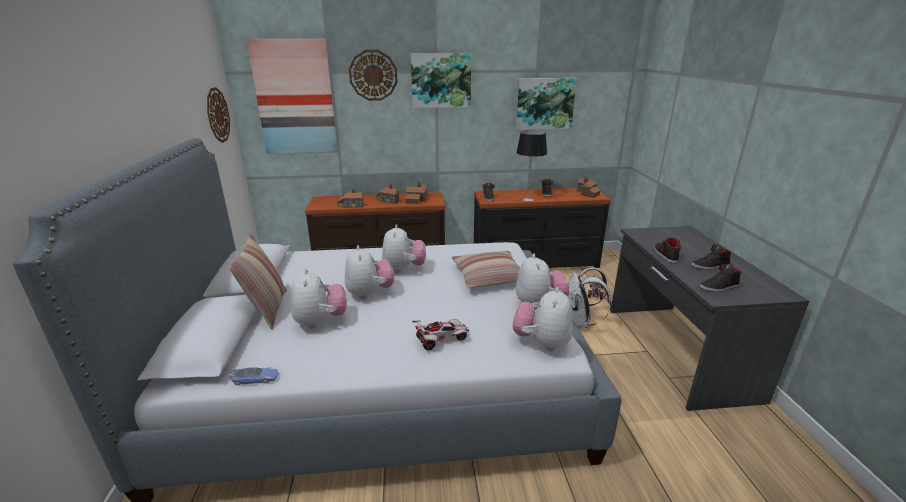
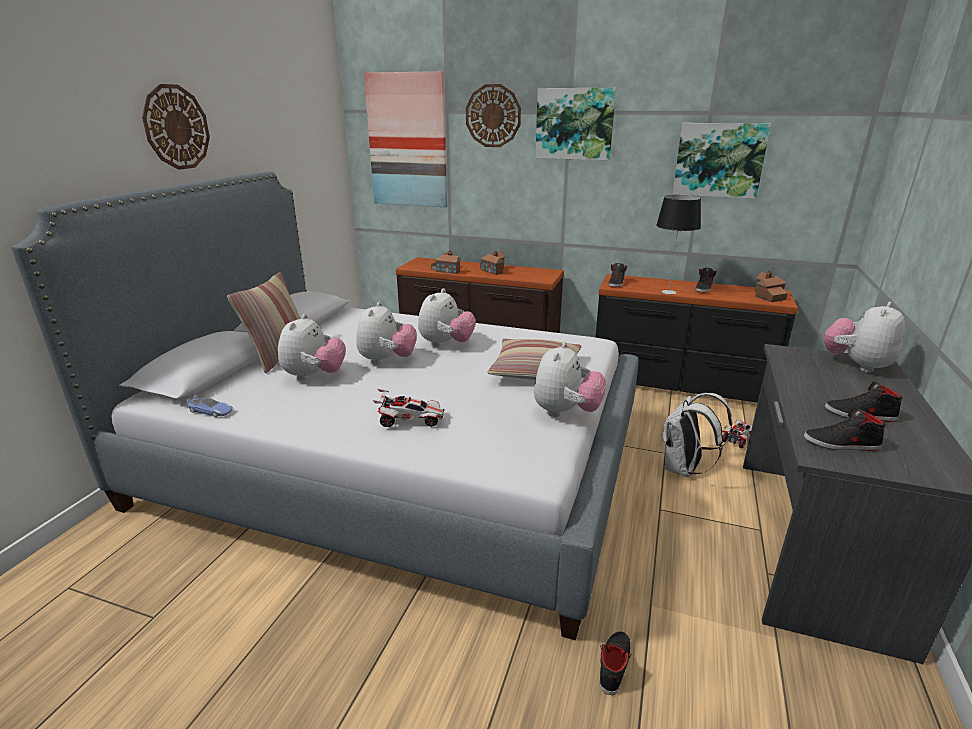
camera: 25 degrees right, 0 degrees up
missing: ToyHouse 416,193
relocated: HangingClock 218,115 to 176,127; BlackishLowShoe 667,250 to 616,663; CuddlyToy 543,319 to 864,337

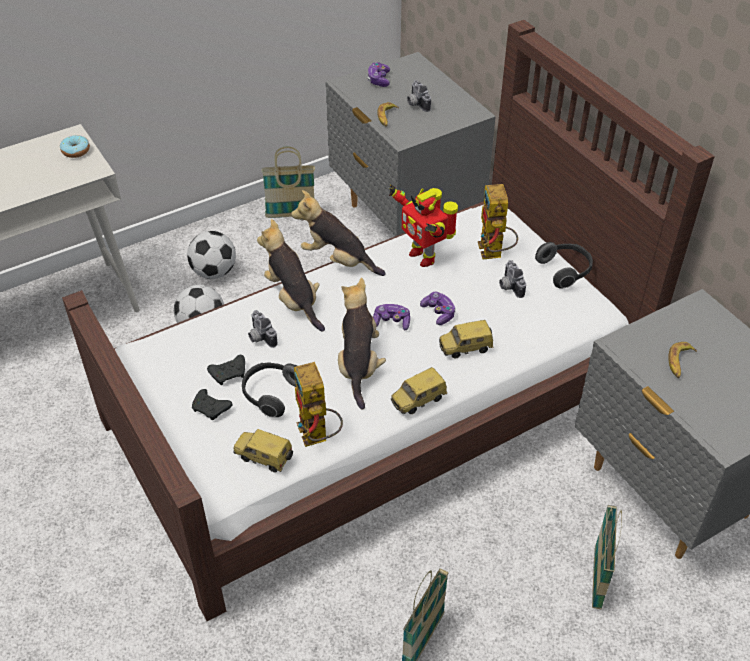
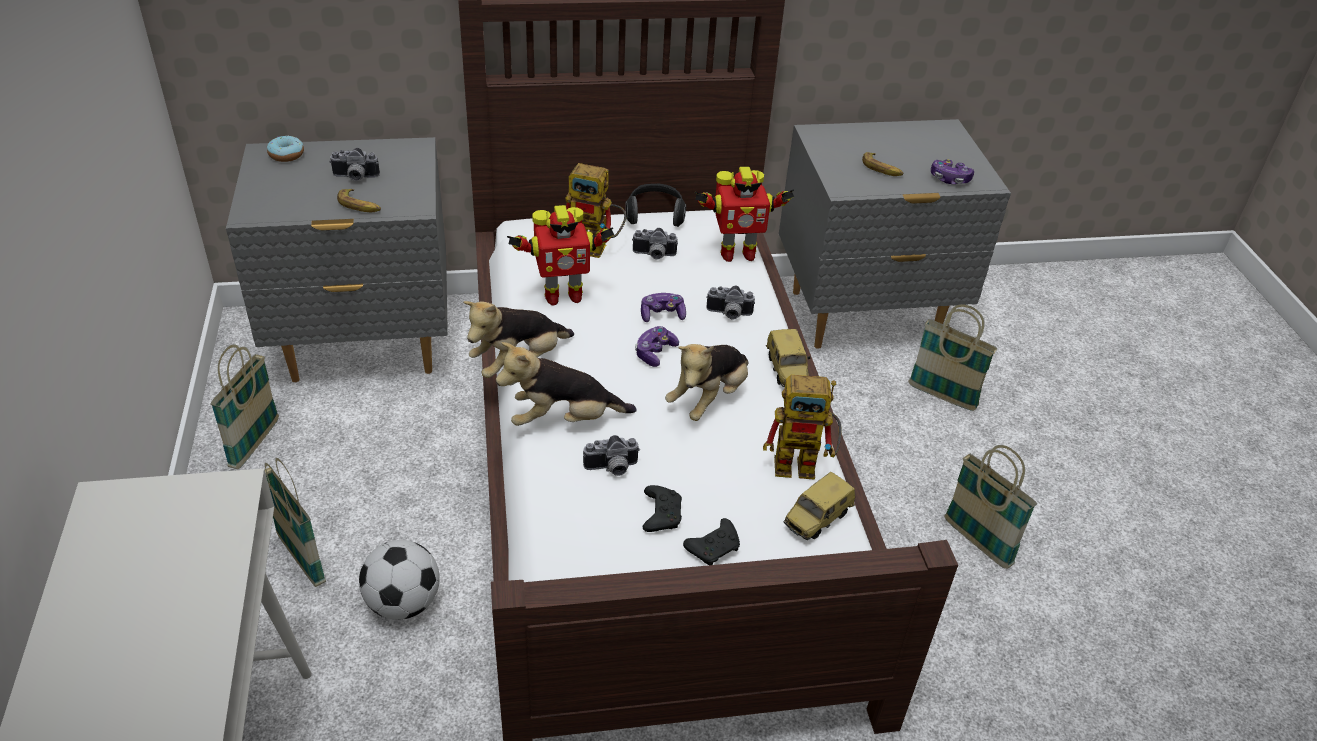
camera: 70 degrees left, 5 degrees down
missing: PairOfHeadphones 269,389
appeared: RobotFigure 744,214
relocated: RingDoughnut 75,146 to 285,148; Joypad 379,74 to 952,171
exchanged: BallForFootball 211,255 to HouseholdBasket 295,522; ToyCar 466,339 to StillCamera 730,302
spun: CuddlyToy 362,344 = 706,382 75 degrees counterclockwise

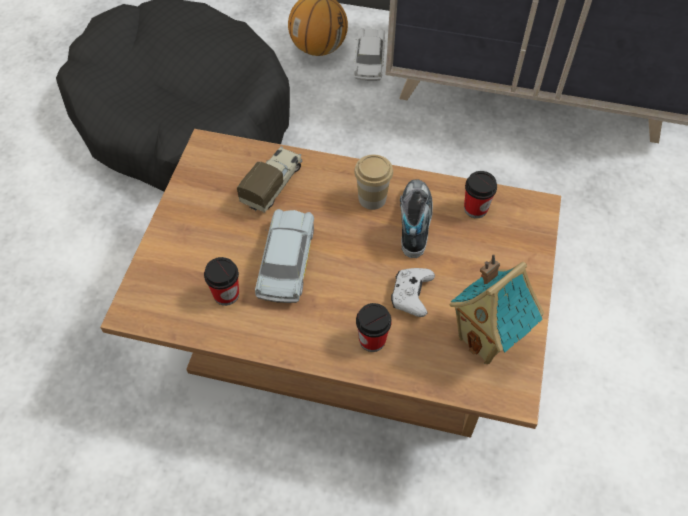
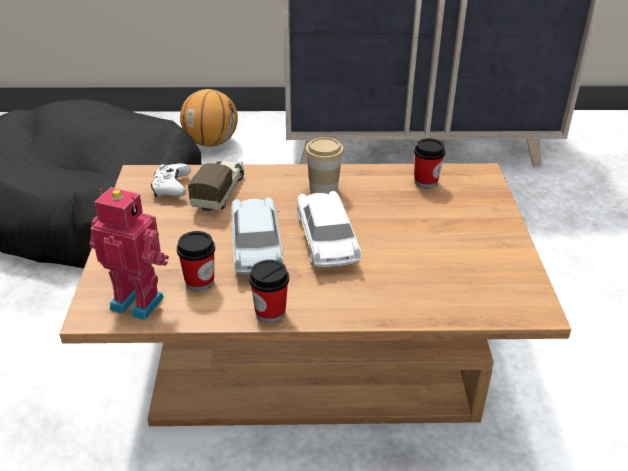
camera: 15 degrees left, 20 degrees down
missing: LowShoe 416,218; ToyHouse 496,309
appeared: RobotFigure 129,253
relocated: WhiteColouredJoypad 413,292 to 171,180; SmallCup 374,327 to 269,291; WhiteColouredToyCar 369,54 to 329,229

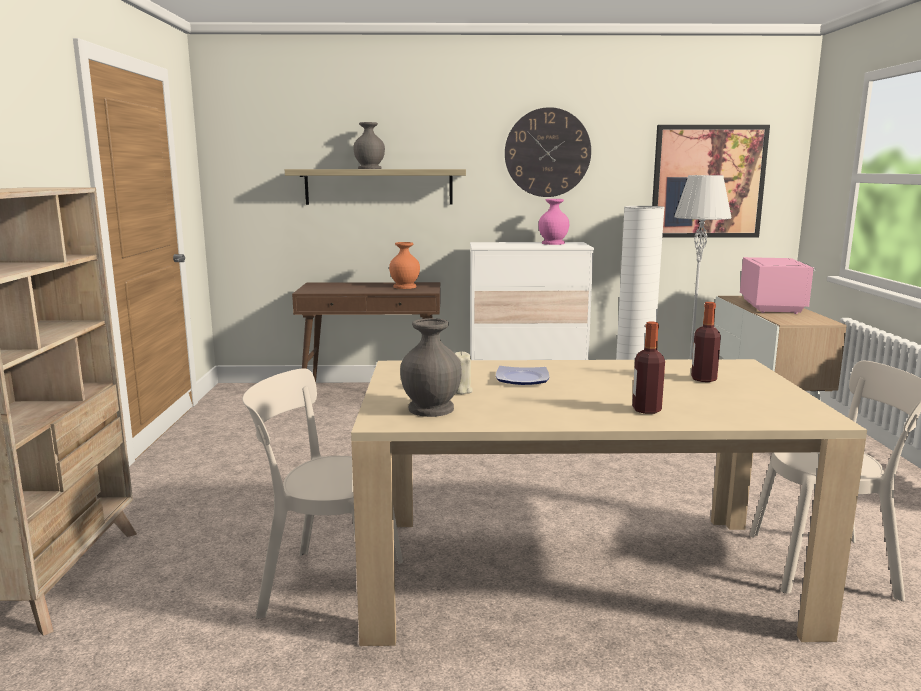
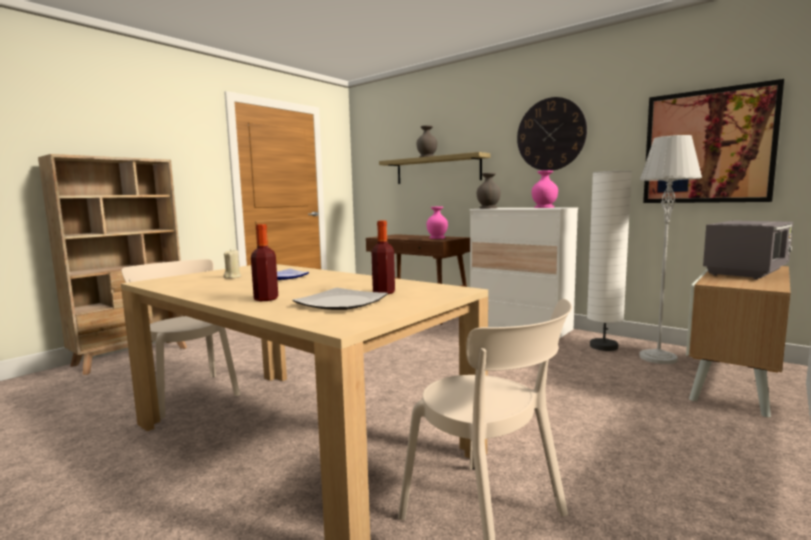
camera: 40 degrees right, 5 degrees down
appeared: Plate 340,299
relocated: GrayDecorativeVase 431,367 to 489,191
colour: OrangeyDecorativeVase 404,265 to PinkDecorativeVase 437,223; PinkKitchenMicrowave 777,285 to GrayKitchenMicrowave 748,250

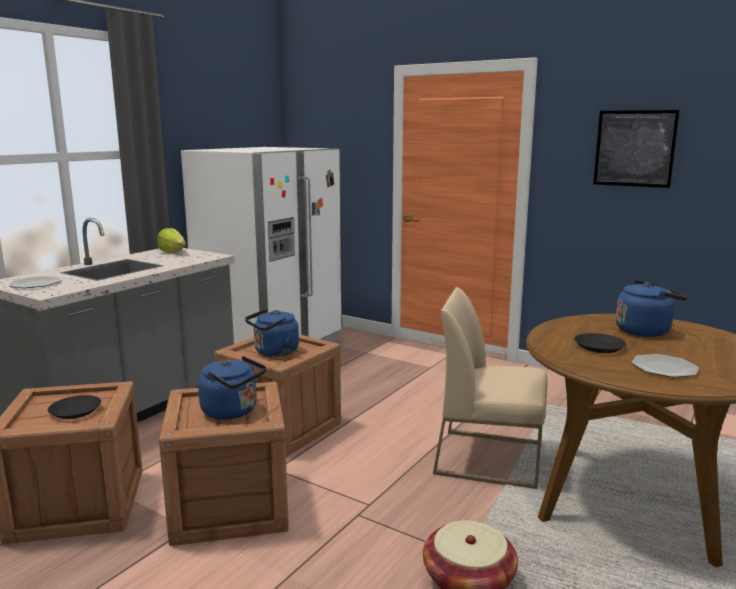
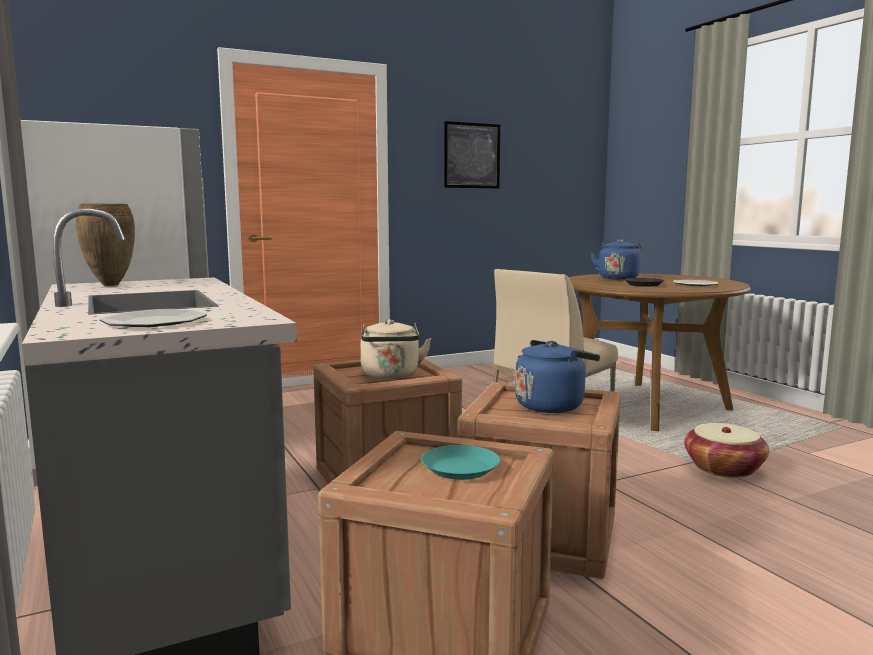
camera: 60 degrees left, 5 degrees down
exchanged: HeadOfLettuce 171,240 to BrownDecorativeVase 105,245
colour: BluishTeaKettle 272,333 to BeigeColouredTeaKettle 396,349; BlackishPlate 74,407 to BlueGreenPlate 460,462

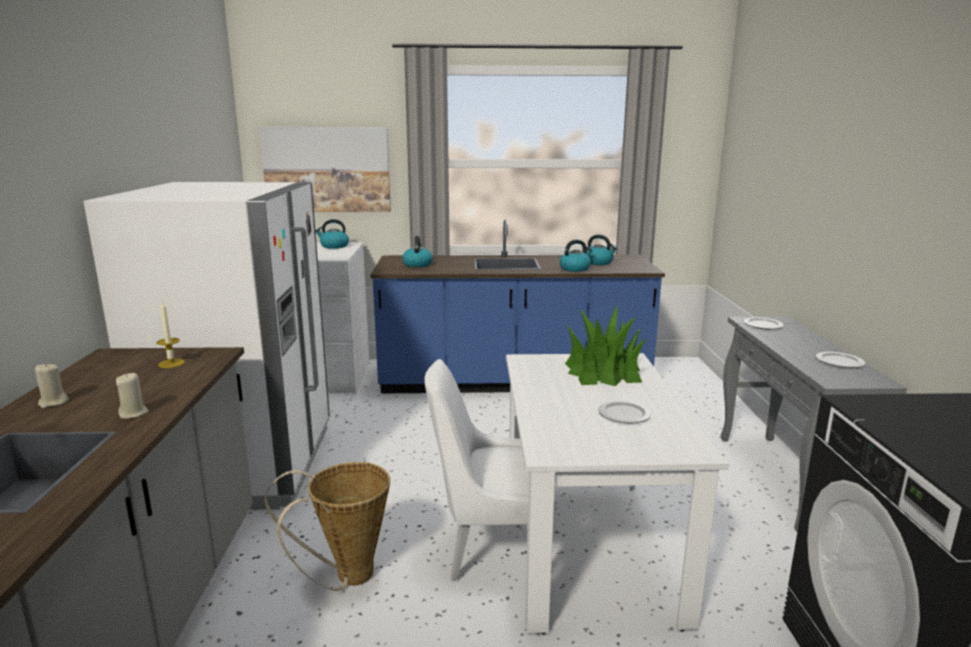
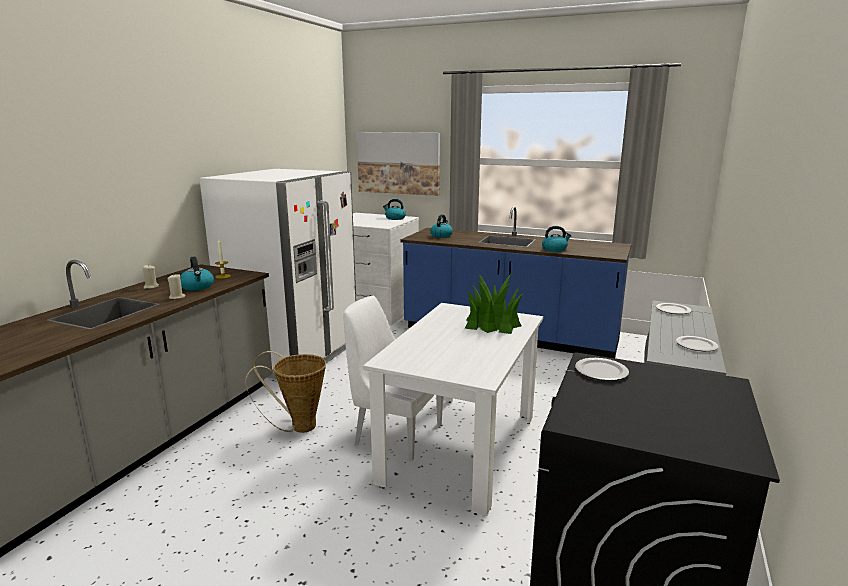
camera: 25 degrees right, 0 degrees up
relocated: TeaKettle 602,250 to 197,274; Plate 624,411 to 602,369

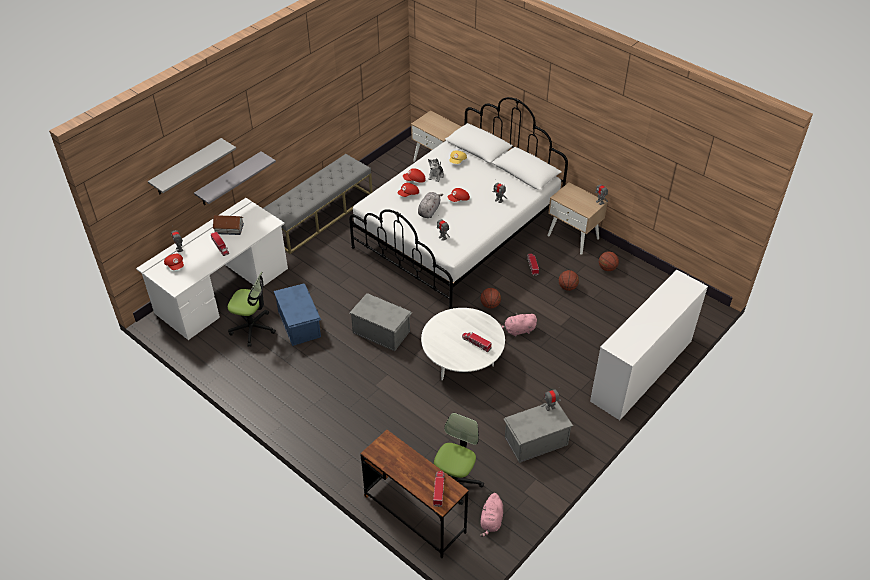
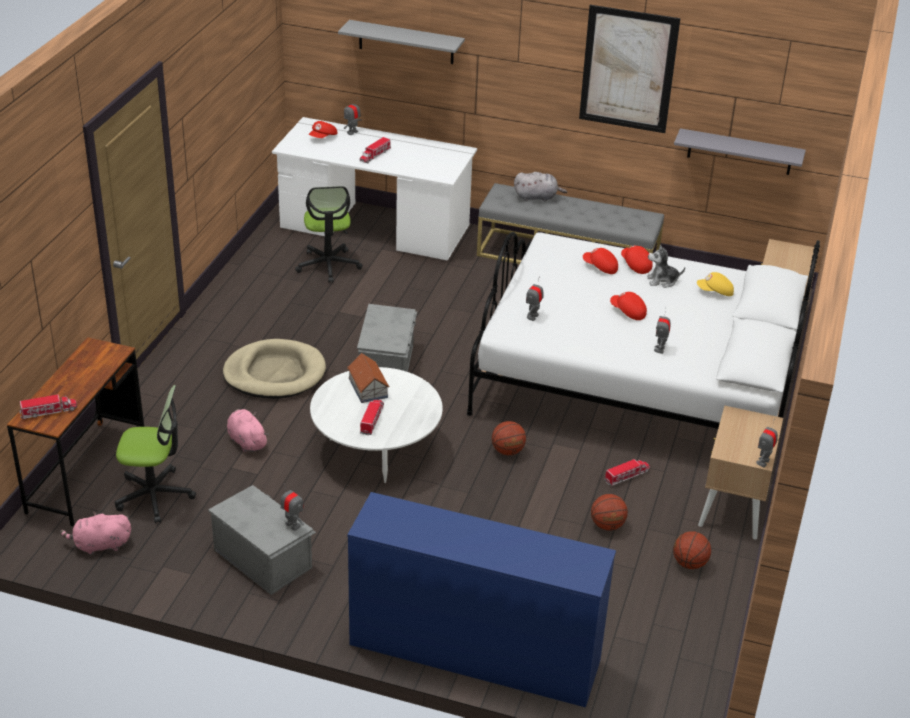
camera: 65 degrees right, 10 degrees down
missing: BluishStorageContainer 297,315
appeared: BeigeColouredDogBed 274,369; WallArt 629,69
relocated: PinkCuddlyToy 518,325 to 248,430; ToyHouse 228,225 to 368,378; GrayCuddlyToy 430,205 to 540,187; GrayBracketShelf 235,178 to 740,151
colour: WhiteColouredDrawerChest 649,345 to BluishDrawerChest 481,599

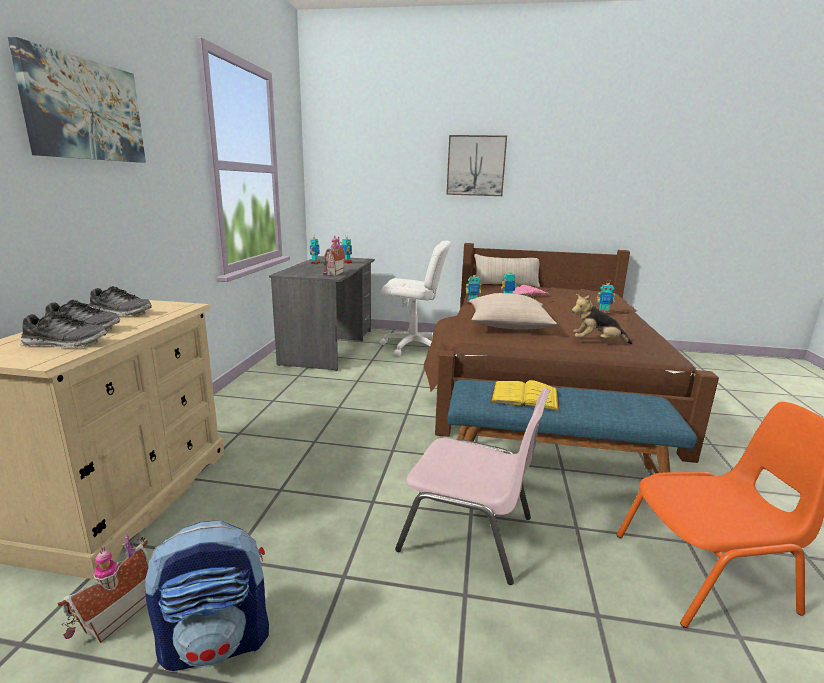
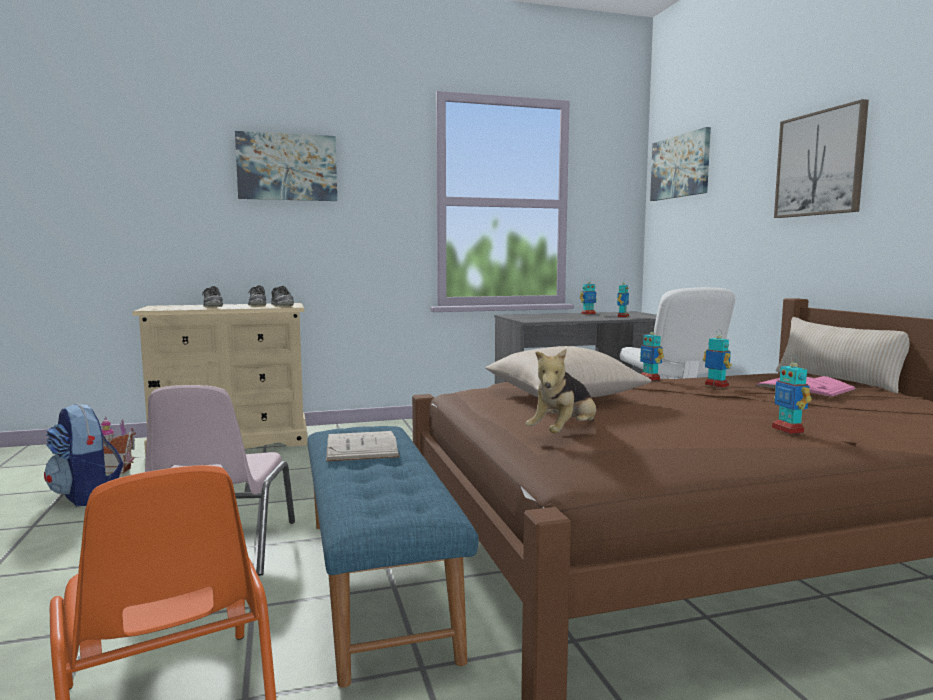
camera: 65 degrees right, 10 degrees down
missing: ToyHouse 335,256
appeared: WallArt 680,164
relocated: LowShoe 64,329 to 282,296
colour: YellowColouredVolume 524,395 to WhiteColouredVolume 363,446
spun: CuddlyToy 602,319 = 561,391 120 degrees counterclockwise

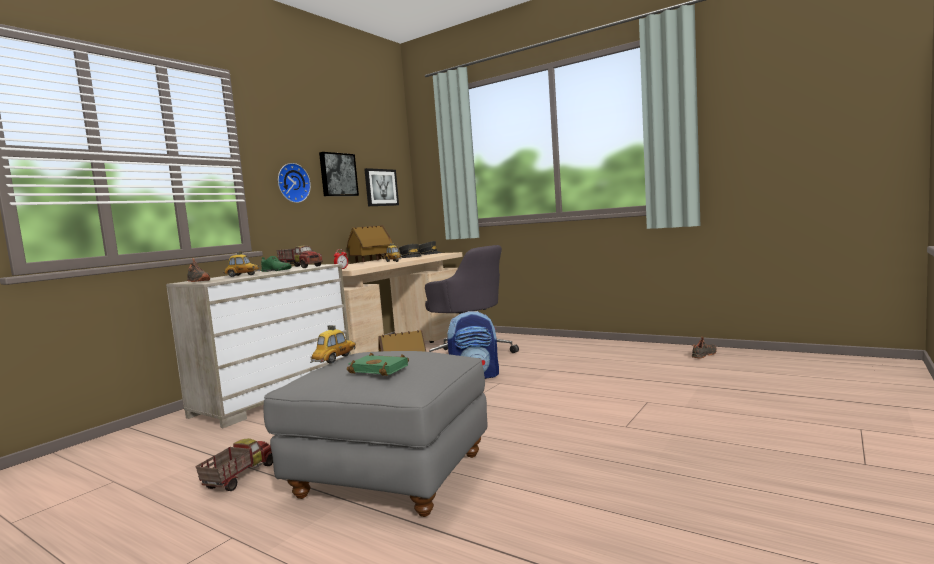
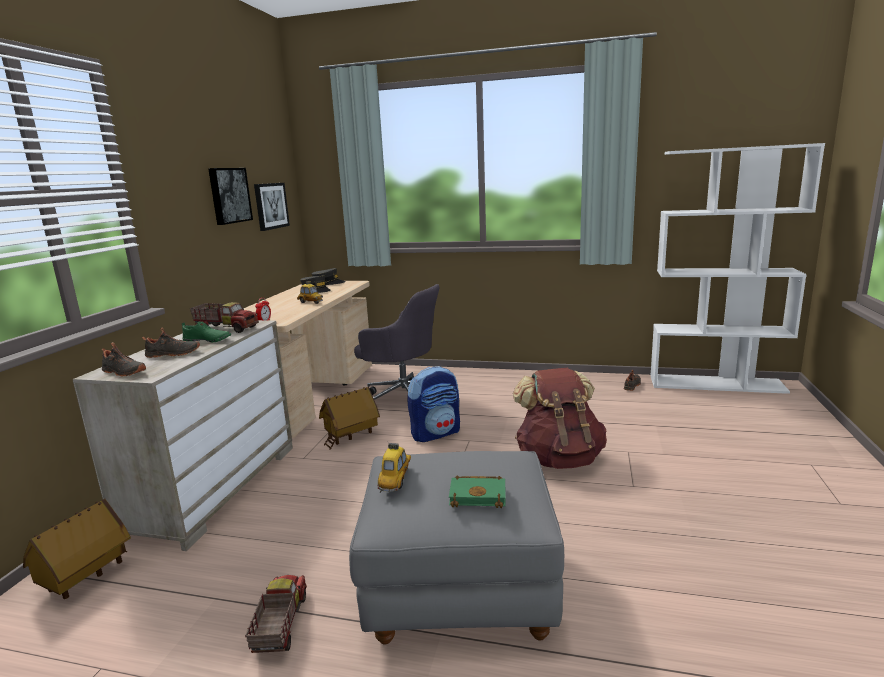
camera: 20 degrees left, 10 degrees up
missing: HangingClock 294,183
appeared: BrownRucksack 560,418; WhiteColouredBookshelf 737,268
relocated: ToyHouse 369,243 to 77,549
exchanged: ToyCar 242,264 to BlackishLowShoe 171,342

